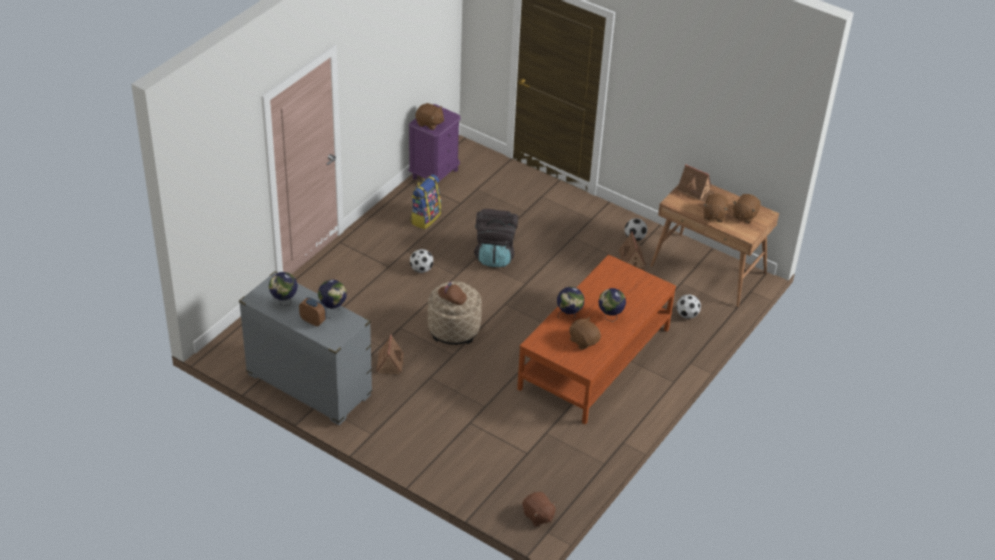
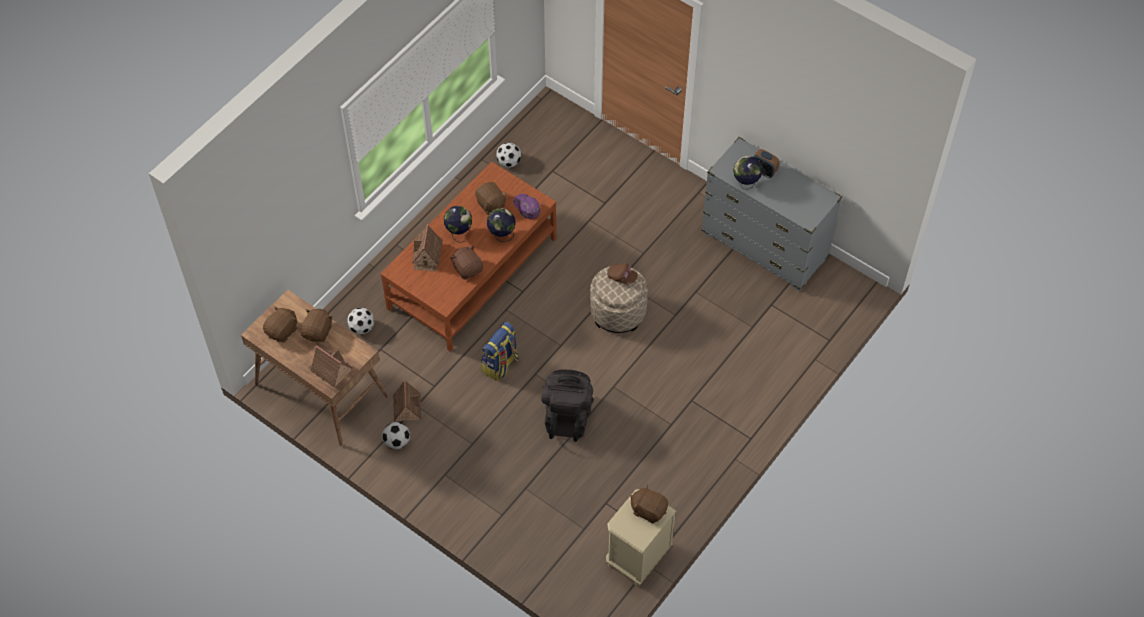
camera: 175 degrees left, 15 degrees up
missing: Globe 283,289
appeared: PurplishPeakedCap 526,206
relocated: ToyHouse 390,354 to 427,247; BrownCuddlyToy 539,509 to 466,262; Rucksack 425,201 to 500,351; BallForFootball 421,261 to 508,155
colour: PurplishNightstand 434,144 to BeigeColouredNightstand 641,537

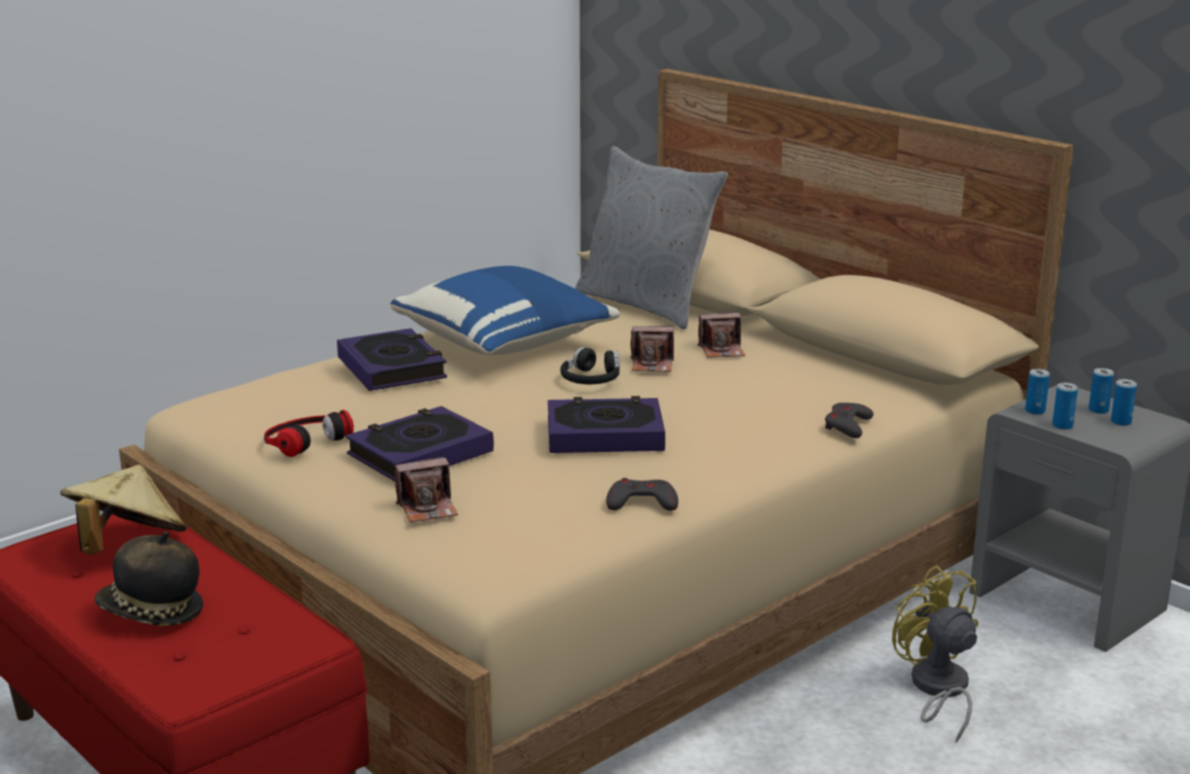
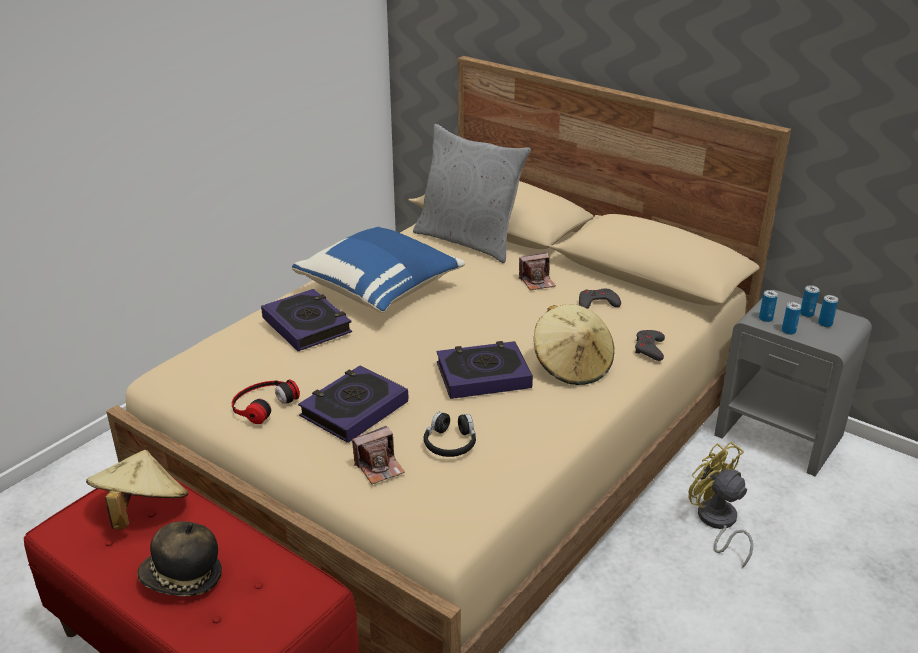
camera: 10 degrees left, 10 degrees up
missing: StillCamera 652,349
appeared: BeigeColouredWearableHat 574,344
relocated: BlackishPairOfHeadphones 590,365 to 450,434; GrayJoypad 642,494 to 600,298

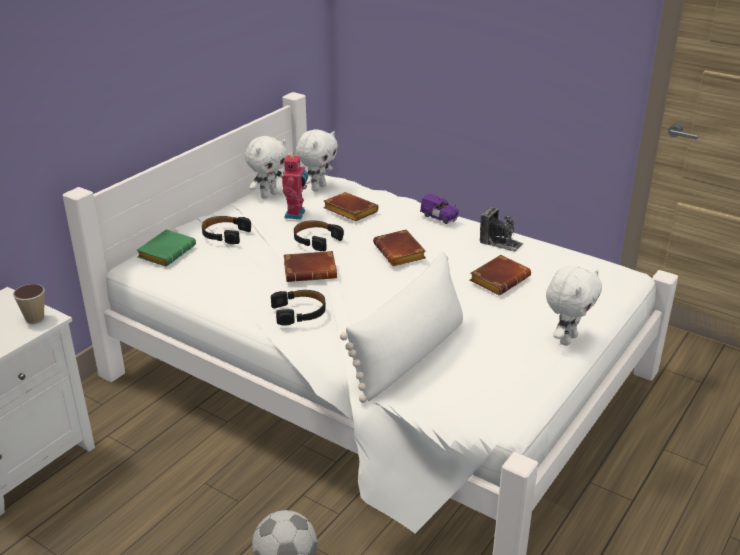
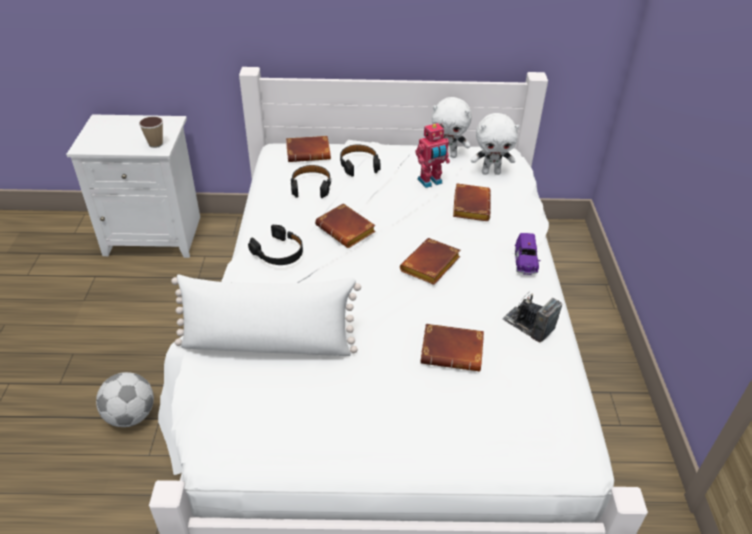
camera: 55 degrees right, 10 degrees up
missing: WhiteColouredCuddlyToy 574,306
relocated: BlackishPairOfHeadphones 319,236 to 311,181
colour: GreenColouredVolume 166,248 to BrownVolume 308,149
spun: StillCamera 501,229 = 532,317 135 degrees clockwise

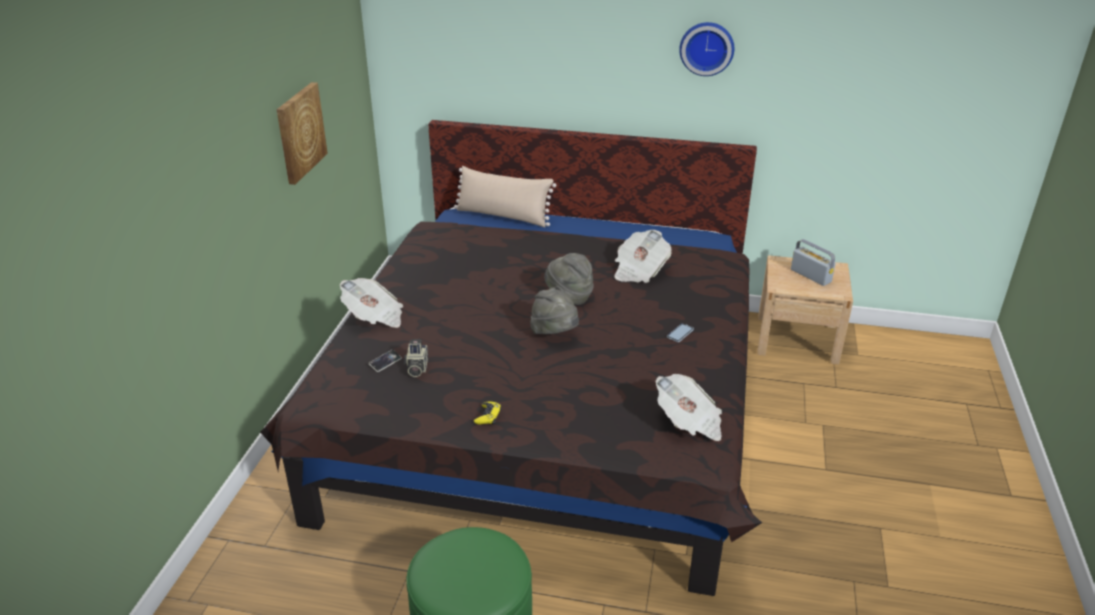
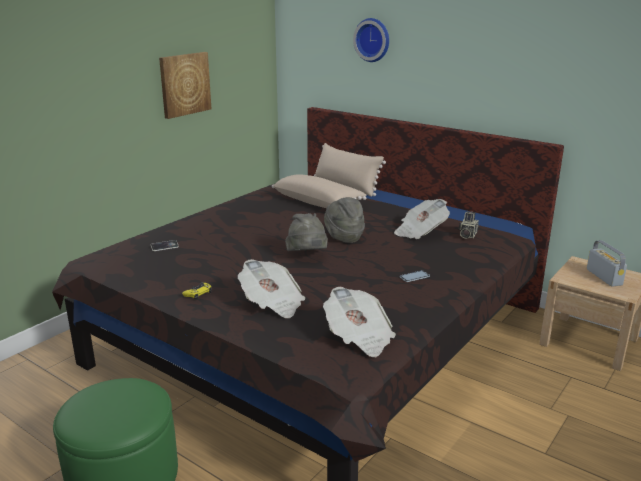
camera: 25 degrees right, 10 degrees down
appeared: BeigeColouredPillow 319,191
relocated: PrintedPaper 371,303 to 271,288; HangingClock 706,49 to 371,40; StillCamera 416,358 to 468,225

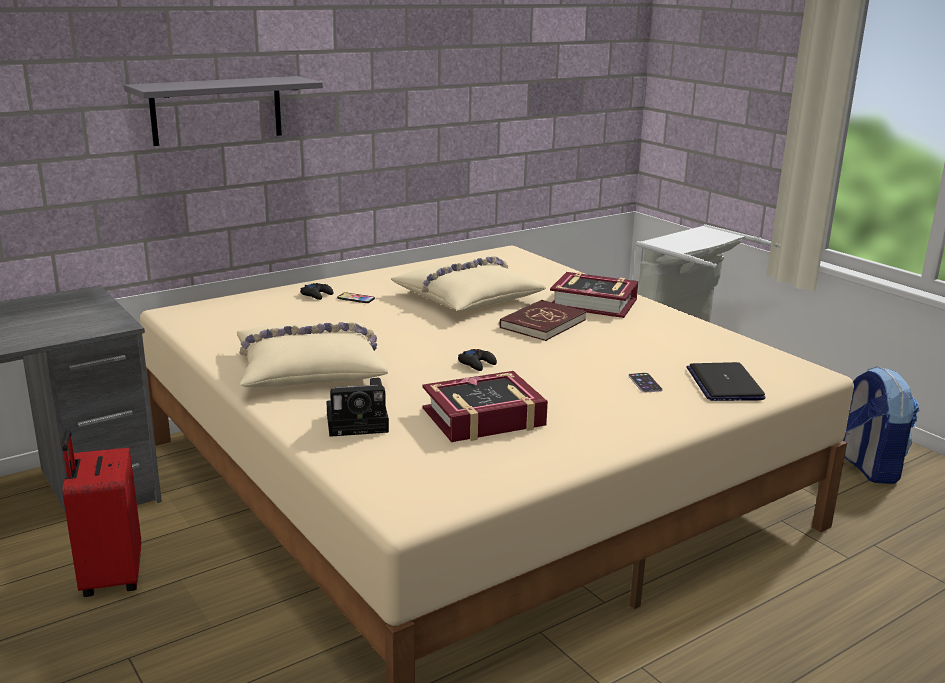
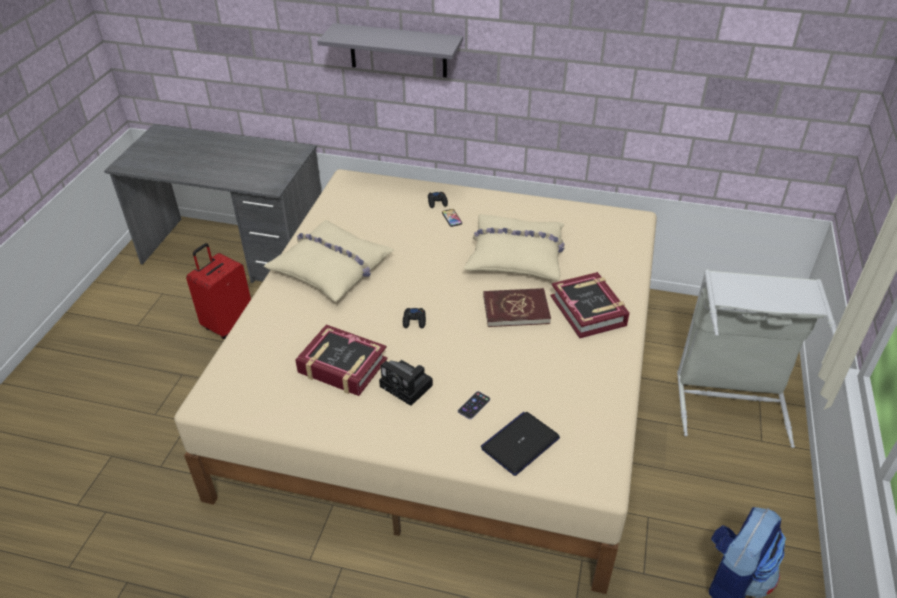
camera: 50 degrees right, 20 degrees up
relocated: StillCamera 357,407 to 406,383

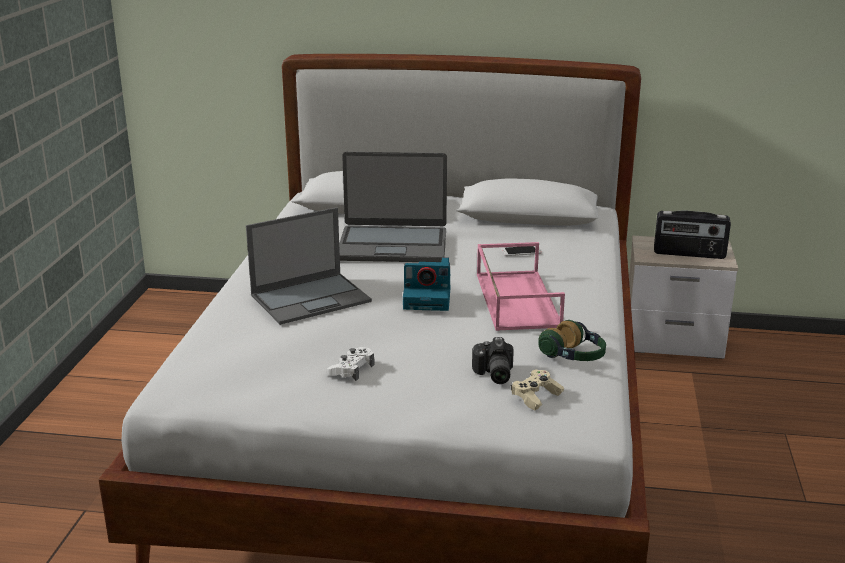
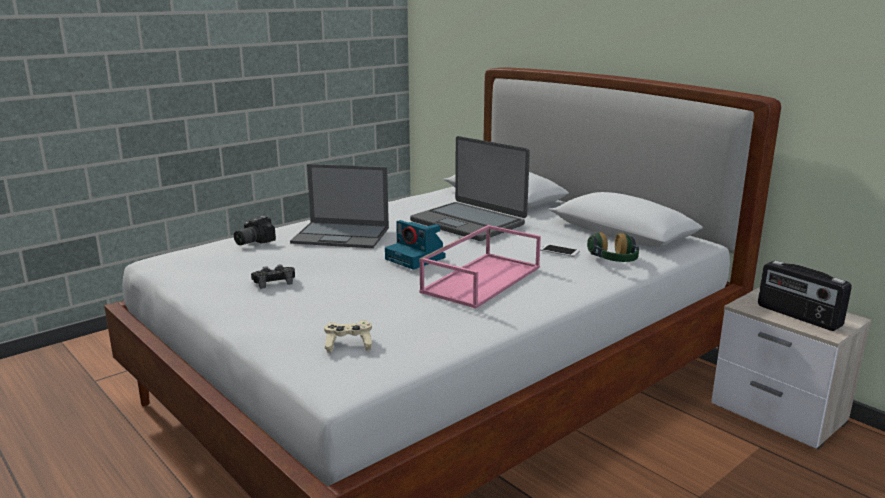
camera: 40 degrees right, 5 degrees down
relocated: StillCamera 493,360 to 255,230; PairOfHeadphones 572,340 to 613,247
colour: WhiteColouredJoypad 351,364 to BlackishJoypad 273,277

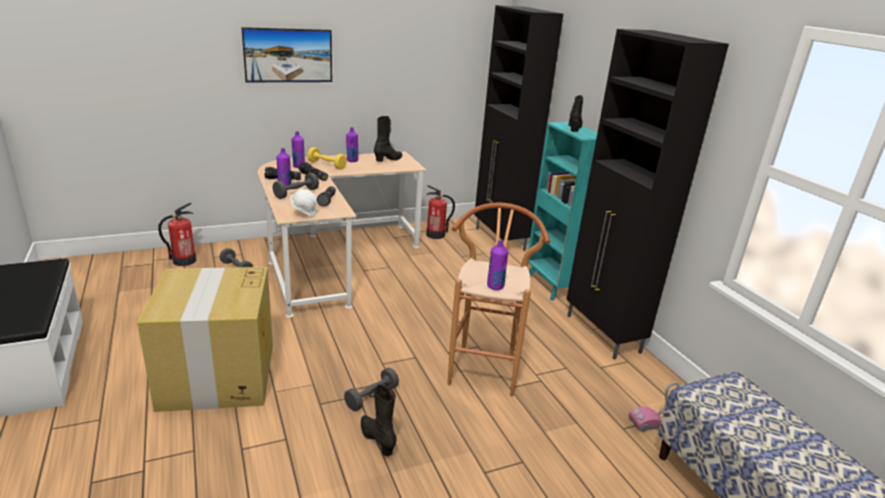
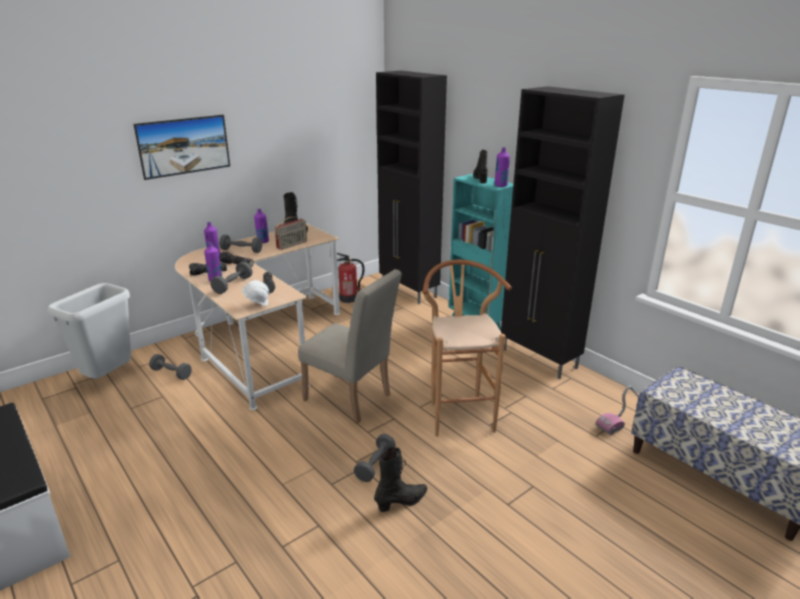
camera: 15 degrees left, 0 degrees up
missing: CardboardBox 205,339
appeared: RadioReceiver 291,233; BeigeColouredChair 350,346
relocated: PurplishBottle 497,265 to 502,167
exchanged: FireFightingCylinder 177,234 to GrayWasteBin 89,330
colour: YellowColouredHandWeight 327,158 to GrayHandWeight 240,244
spun: BlackishHighTopBoot 379,420 = 401,479 105 degrees clockwise

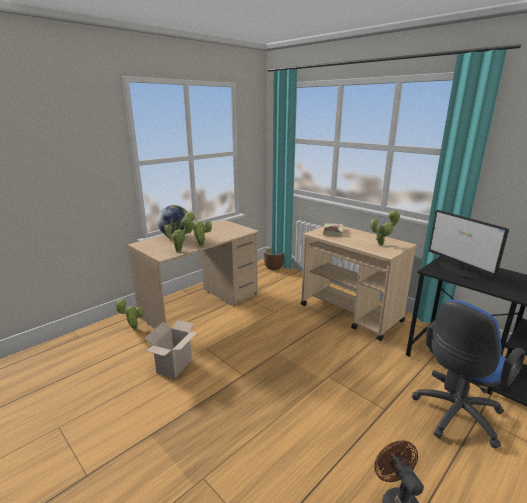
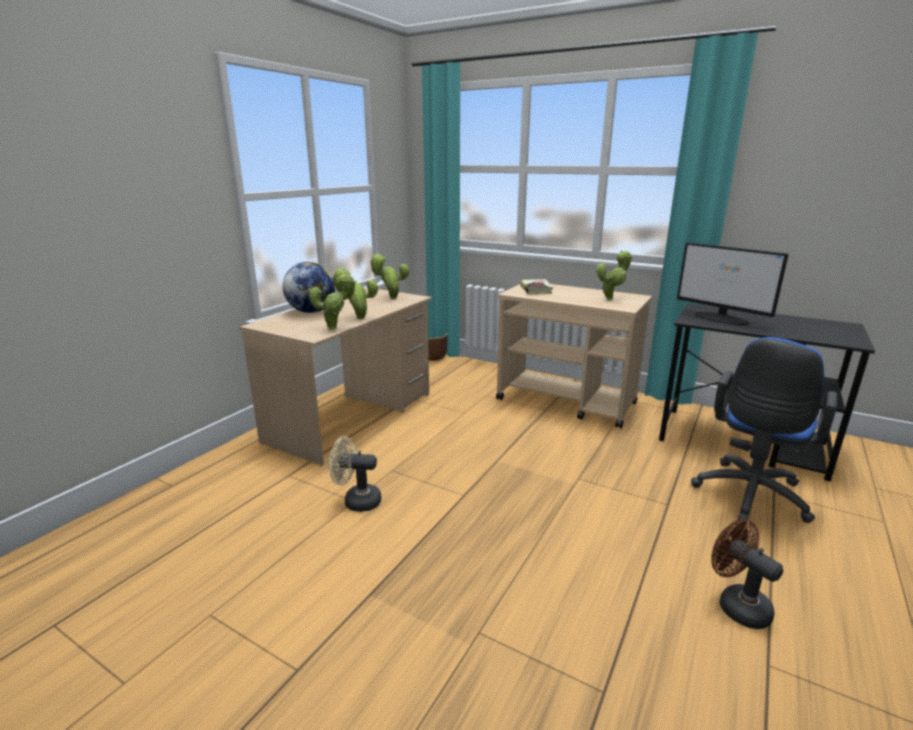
camera: 15 degrees left, 0 degrees up
relocated: PlantInAPot 129,314 to 389,276
exchanged: CardboardBox 171,349 to BeigeColouredFan 355,474

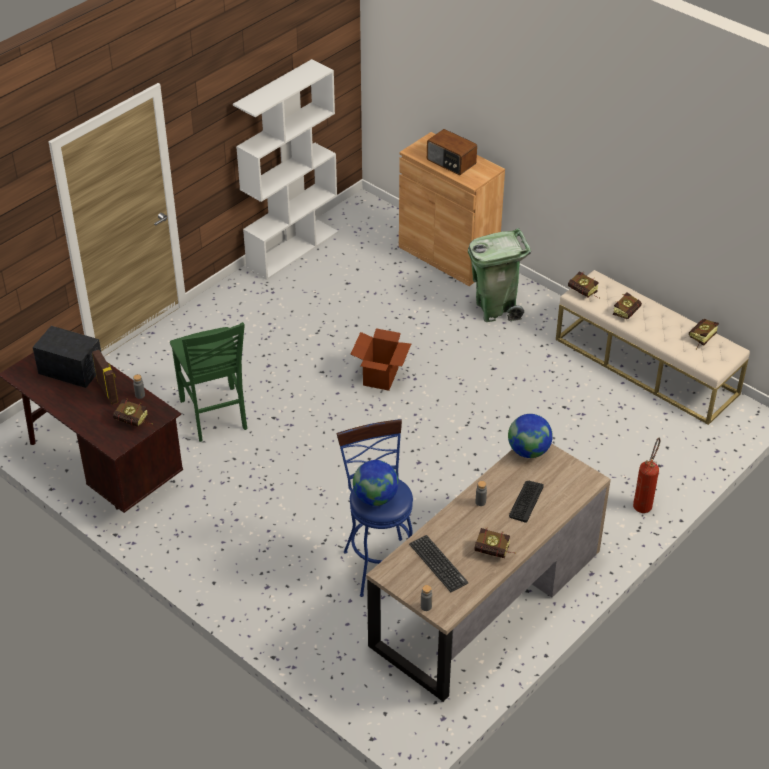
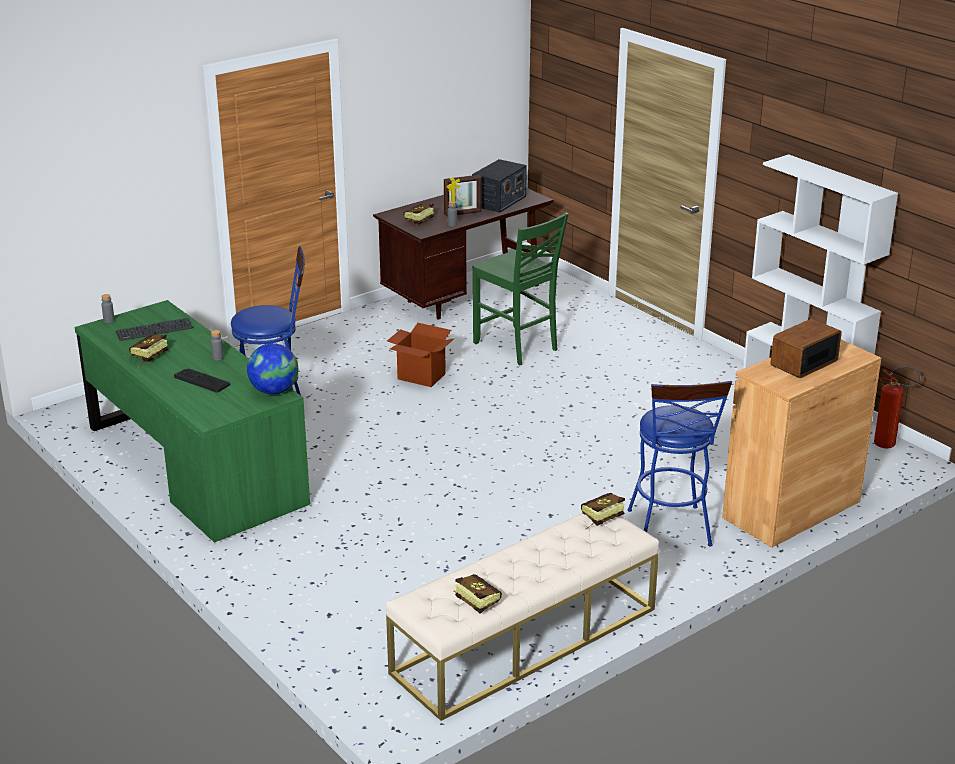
camera: 100 degrees right, 15 degrees down
missing: Globe 376,483; Volume 627,306
relocated: CardboardBox 381,359 to 421,355; FireFightingCylinder 646,475 to 897,407
exchanged: GreenColouredWasteBin 499,275 to BluishSittingStool 679,463
colour: BrownDeskTable 488,572 to GreenColouredDeskTable 192,421
spun: GreenColouredChair 208,382 = 520,289 120 degrees counterclockwise

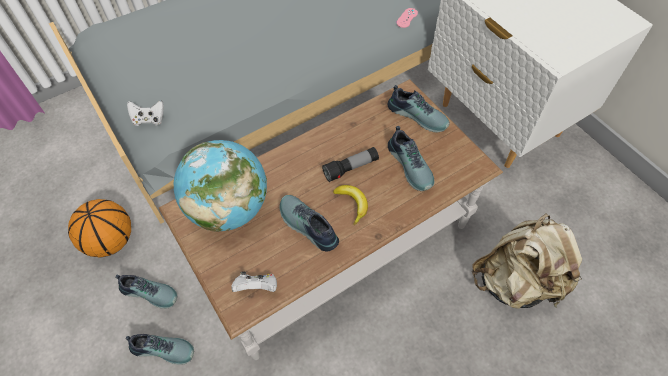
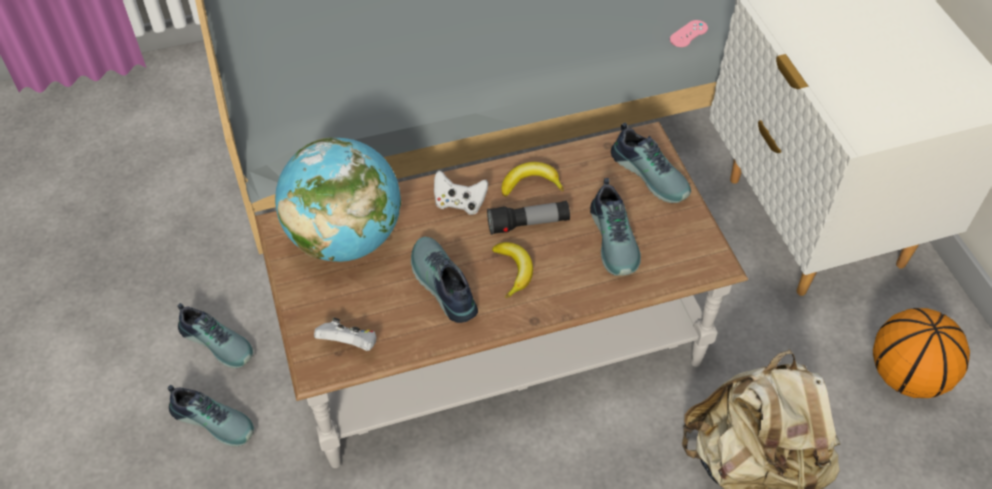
camera: 15 degrees right, 5 degrees down
appeared: WholeBanana 533,179
relocated: WhiteColouredJoypad 145,113 to 461,192; BallForBasketball 99,228 to 921,353

